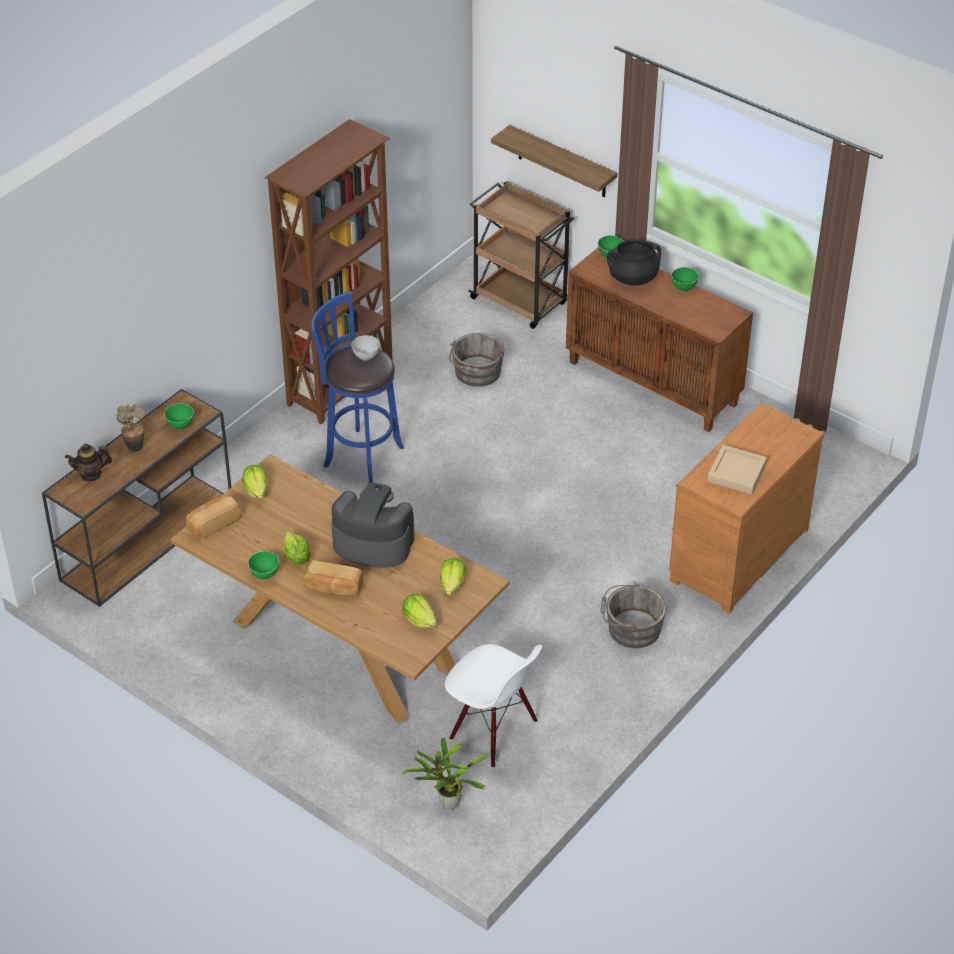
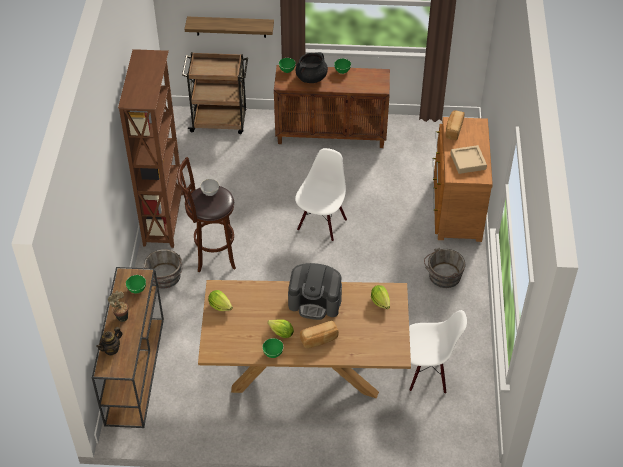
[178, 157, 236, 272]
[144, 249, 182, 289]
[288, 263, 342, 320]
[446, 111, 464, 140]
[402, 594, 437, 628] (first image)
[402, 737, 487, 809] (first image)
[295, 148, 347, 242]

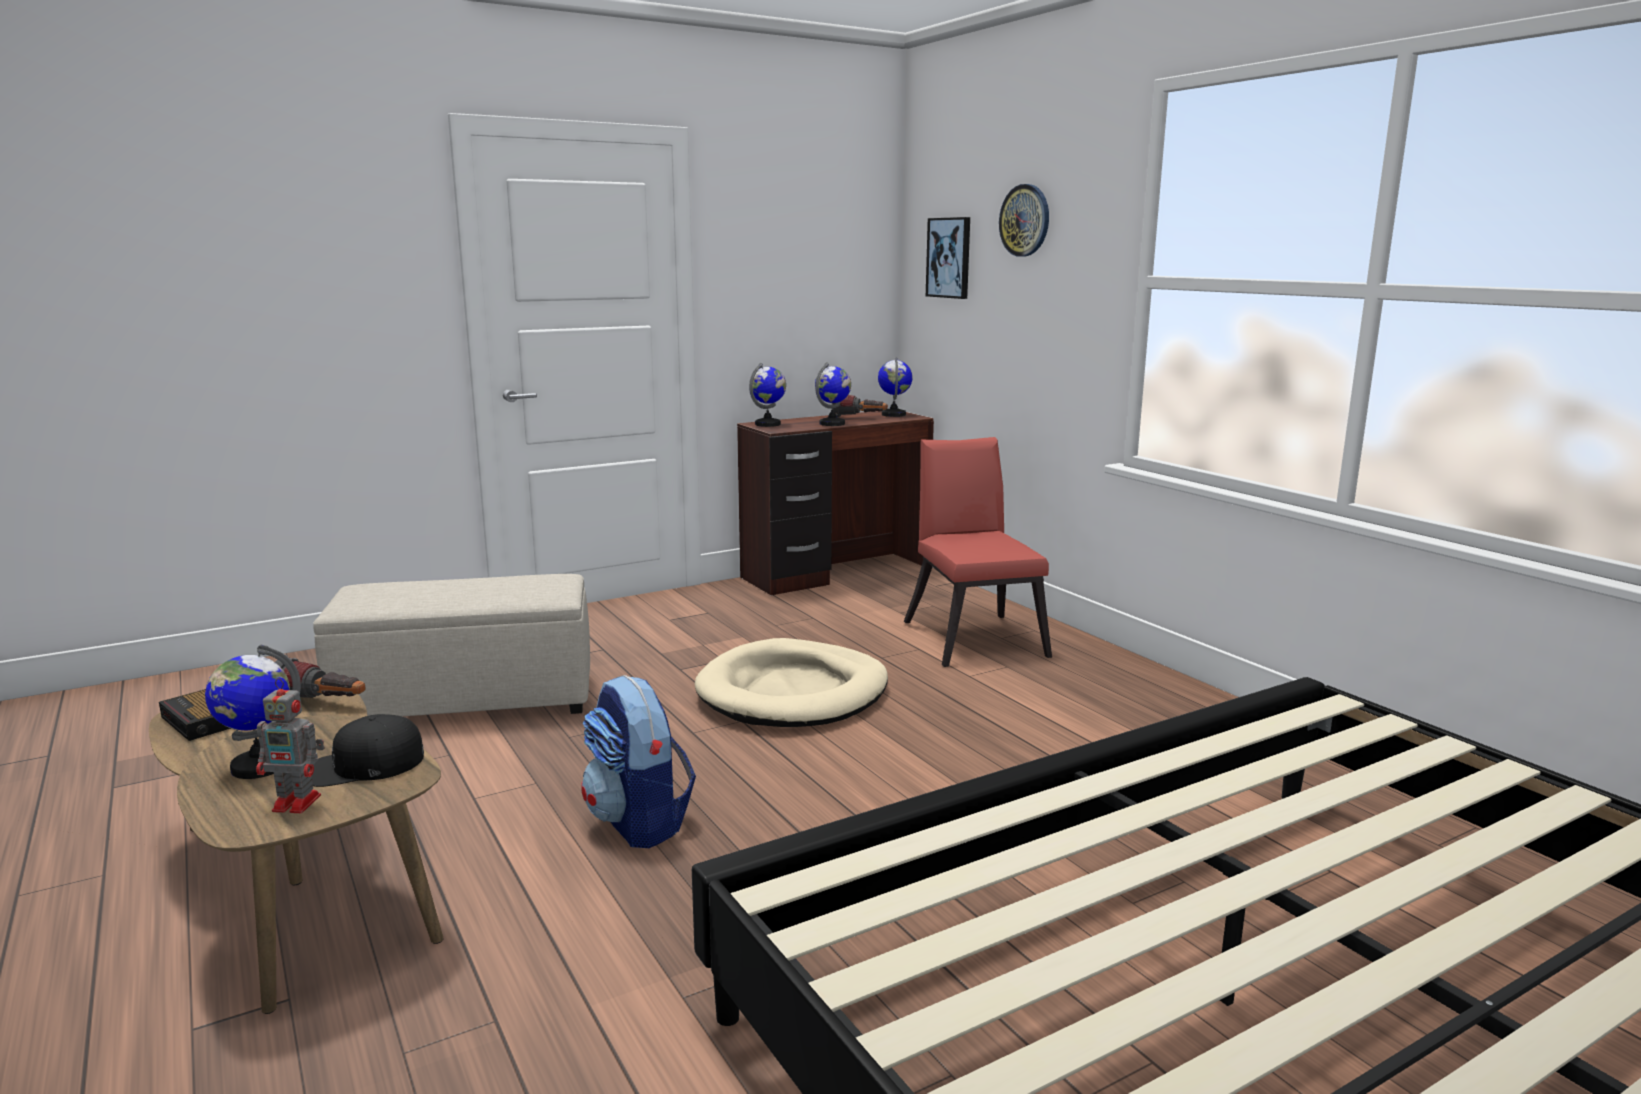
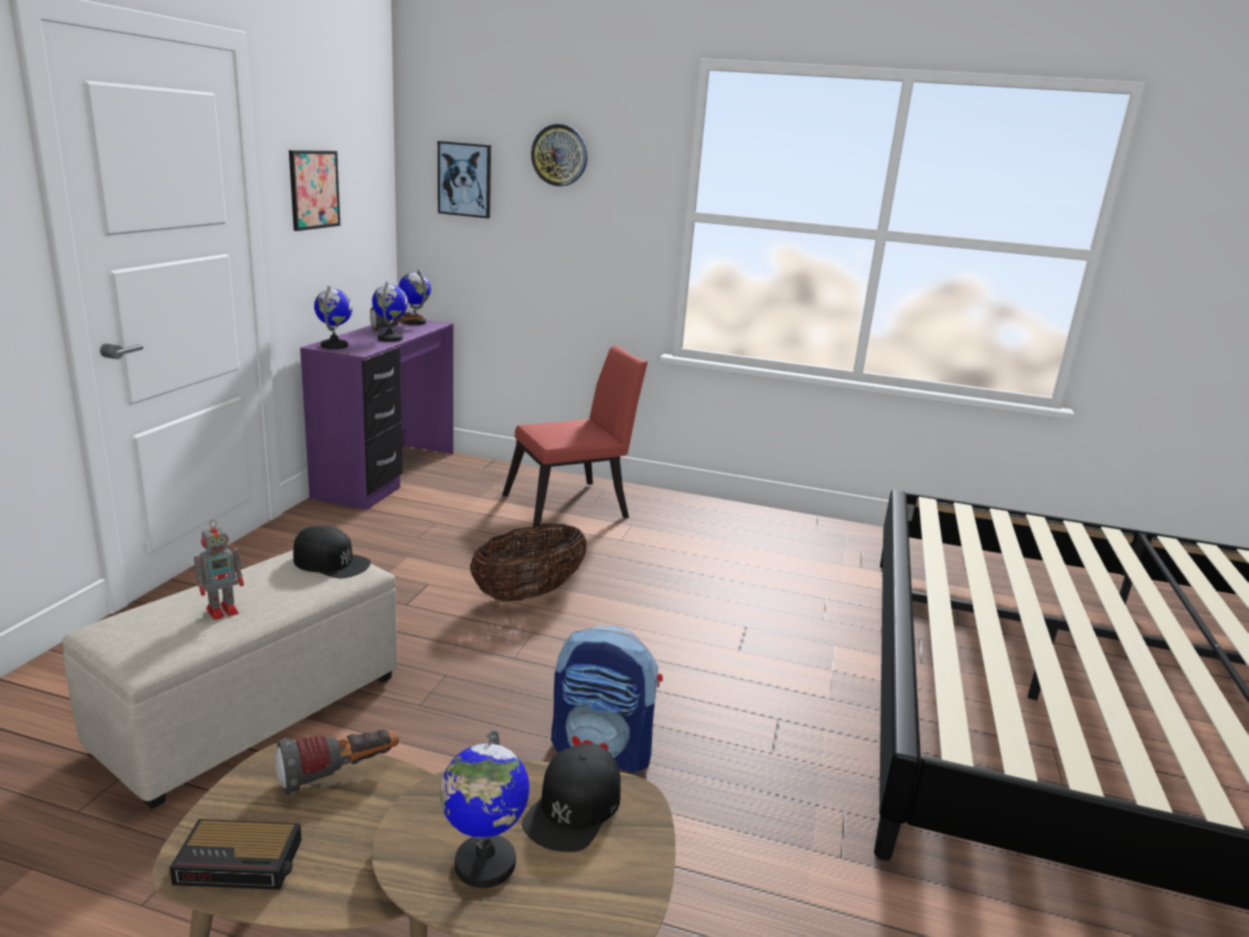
[300, 320, 454, 510]
[502, 345, 648, 530]
[470, 524, 587, 602]
[194, 520, 244, 620]
[289, 150, 340, 231]
[293, 526, 371, 578]

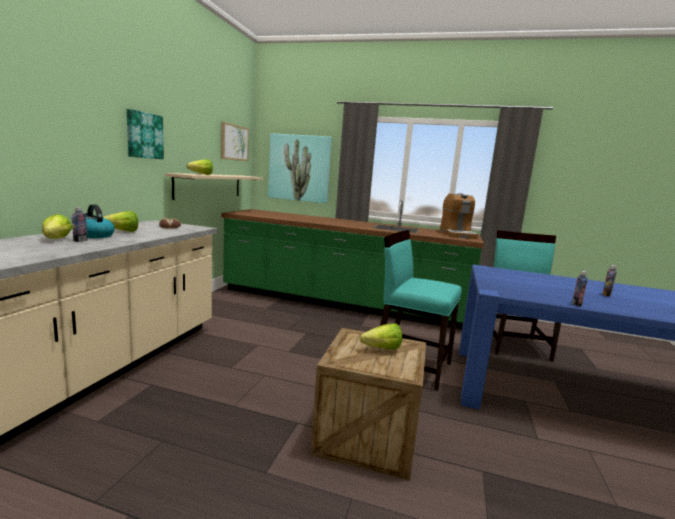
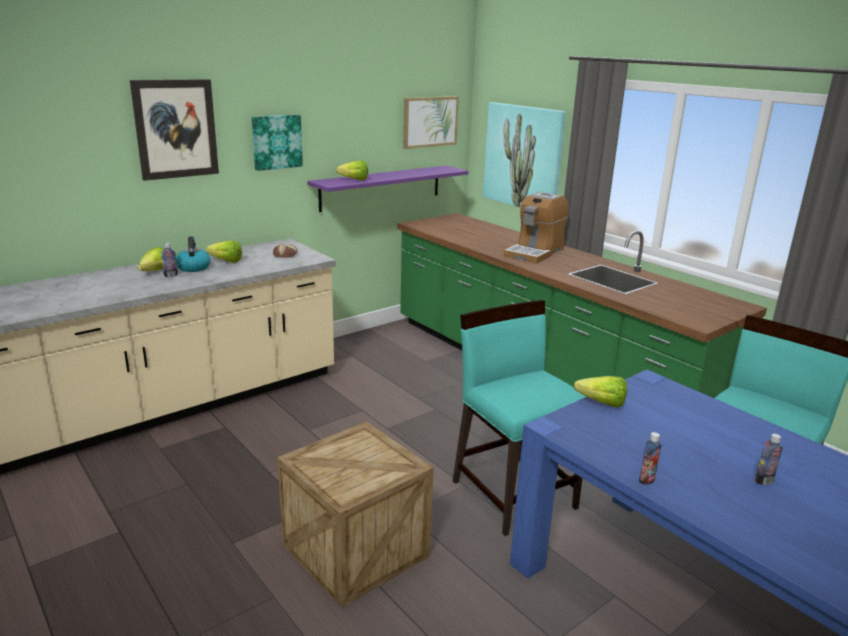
[307, 166, 469, 212]
[504, 192, 569, 264]
[574, 376, 627, 408]
[130, 79, 219, 181]

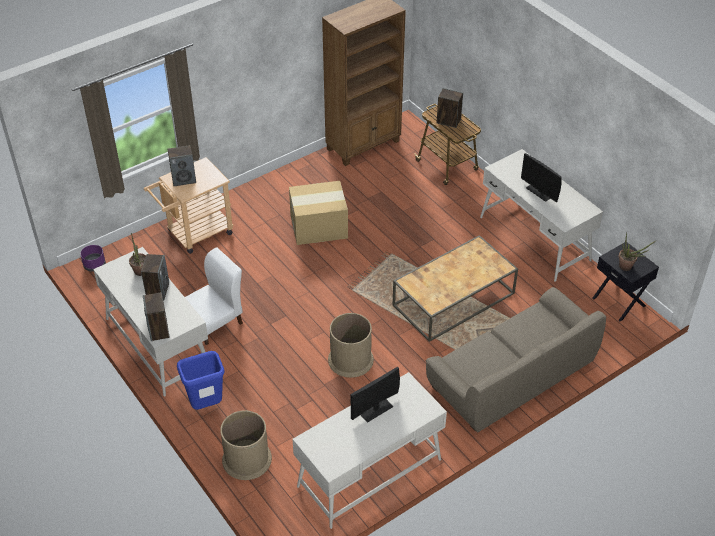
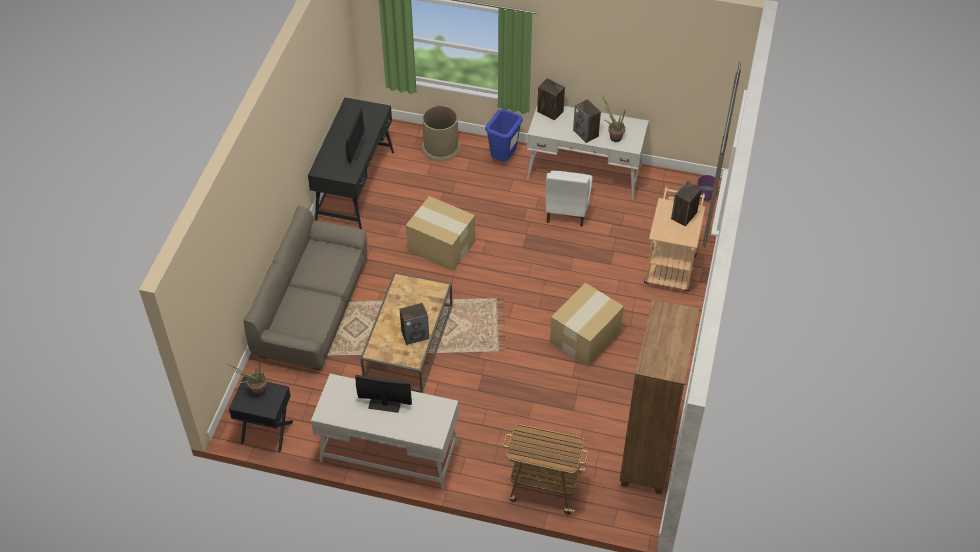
[400, 303, 429, 345]
[406, 196, 475, 271]
[308, 98, 394, 229]

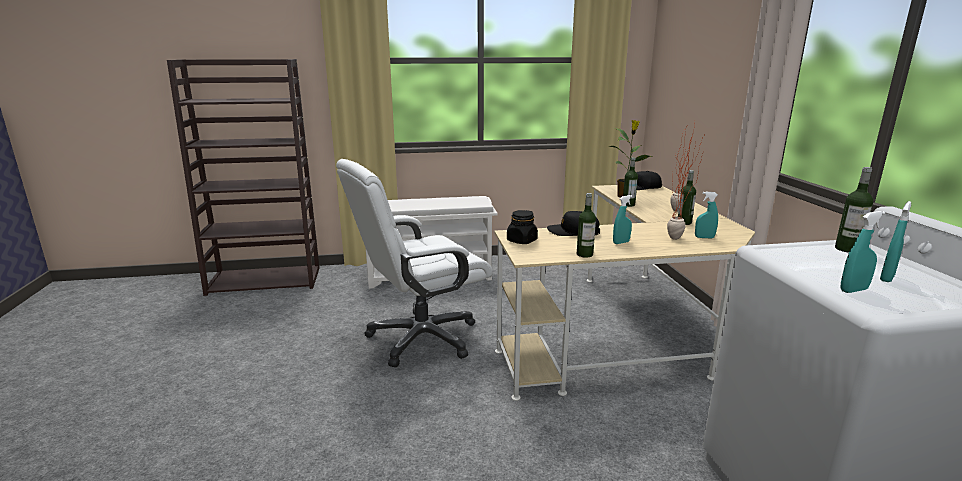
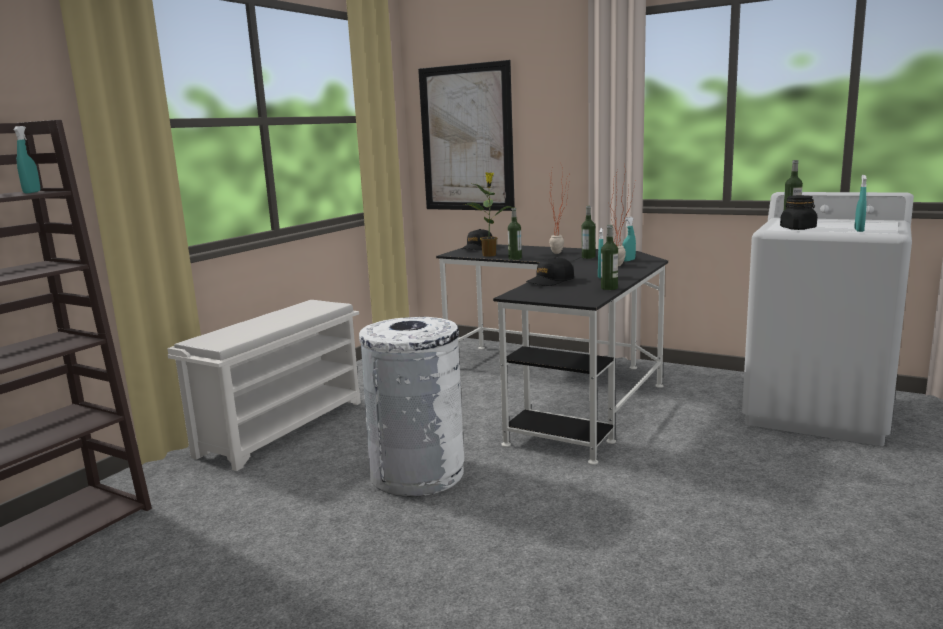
[359, 317, 464, 497]
[436, 244, 668, 465]
[13, 126, 40, 193]
[780, 195, 817, 230]
[418, 60, 515, 211]

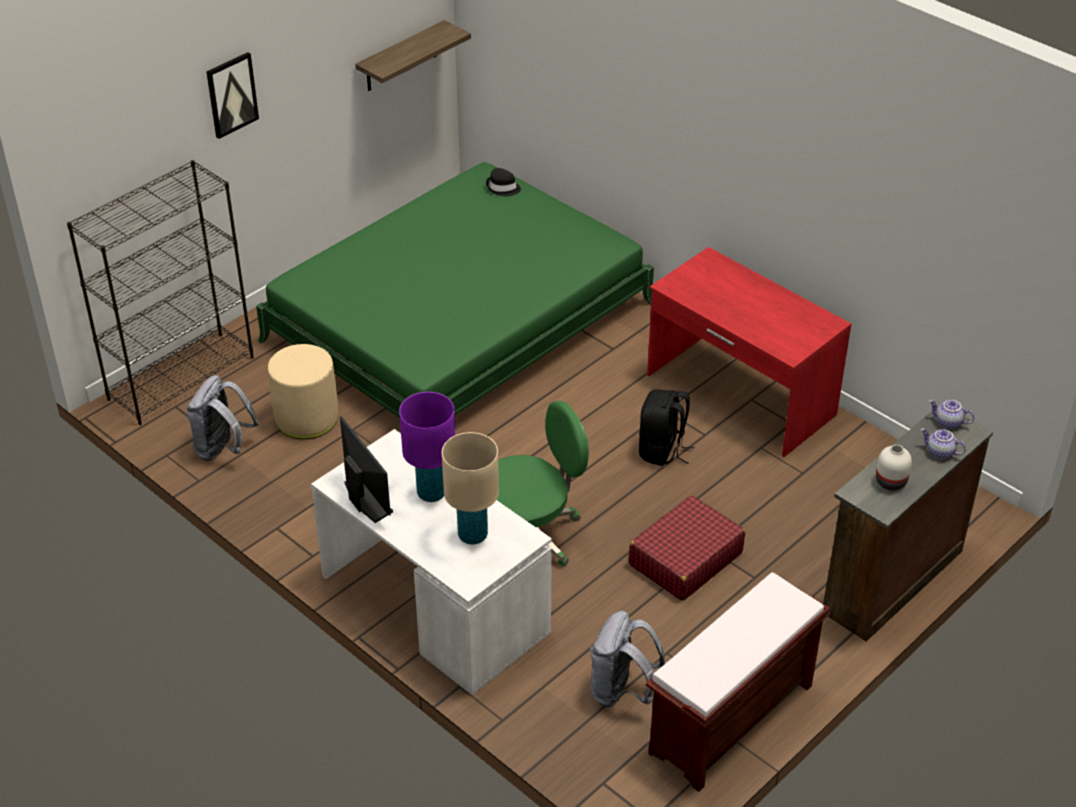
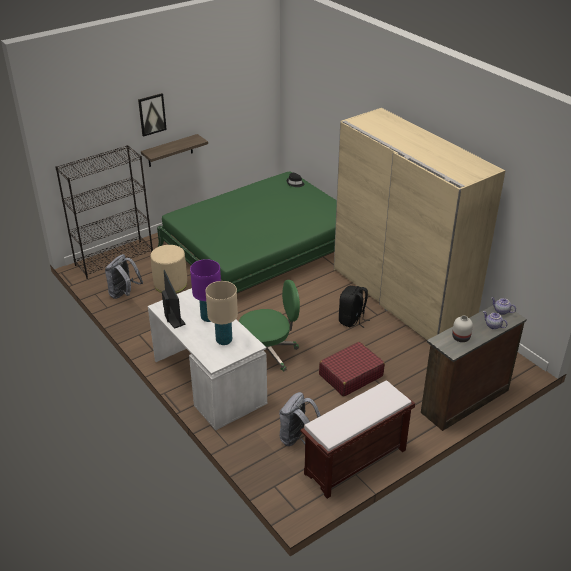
[141, 134, 208, 167]
[334, 108, 506, 340]

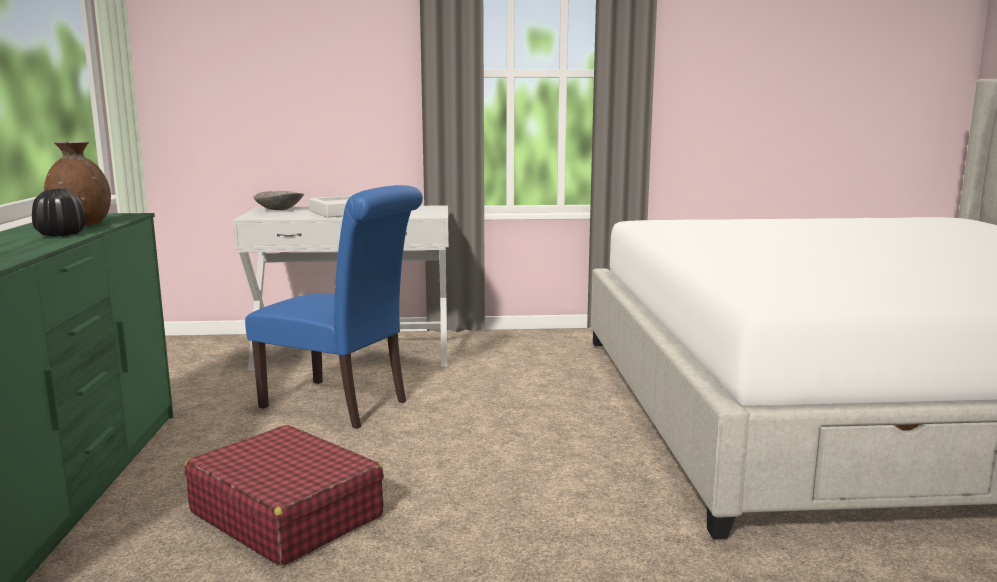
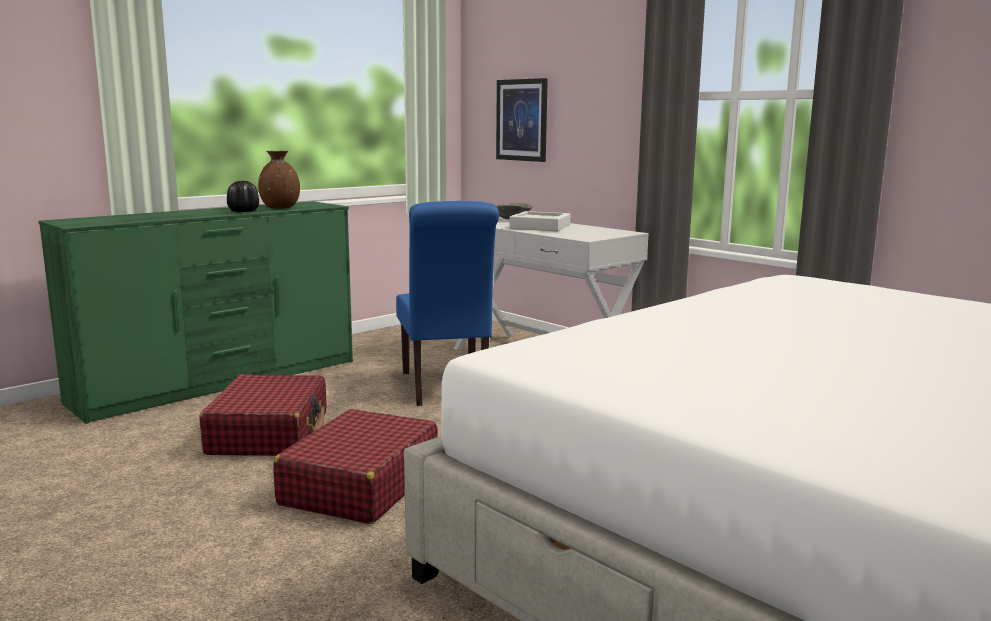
[496, 78, 548, 162]
[273, 409, 438, 524]

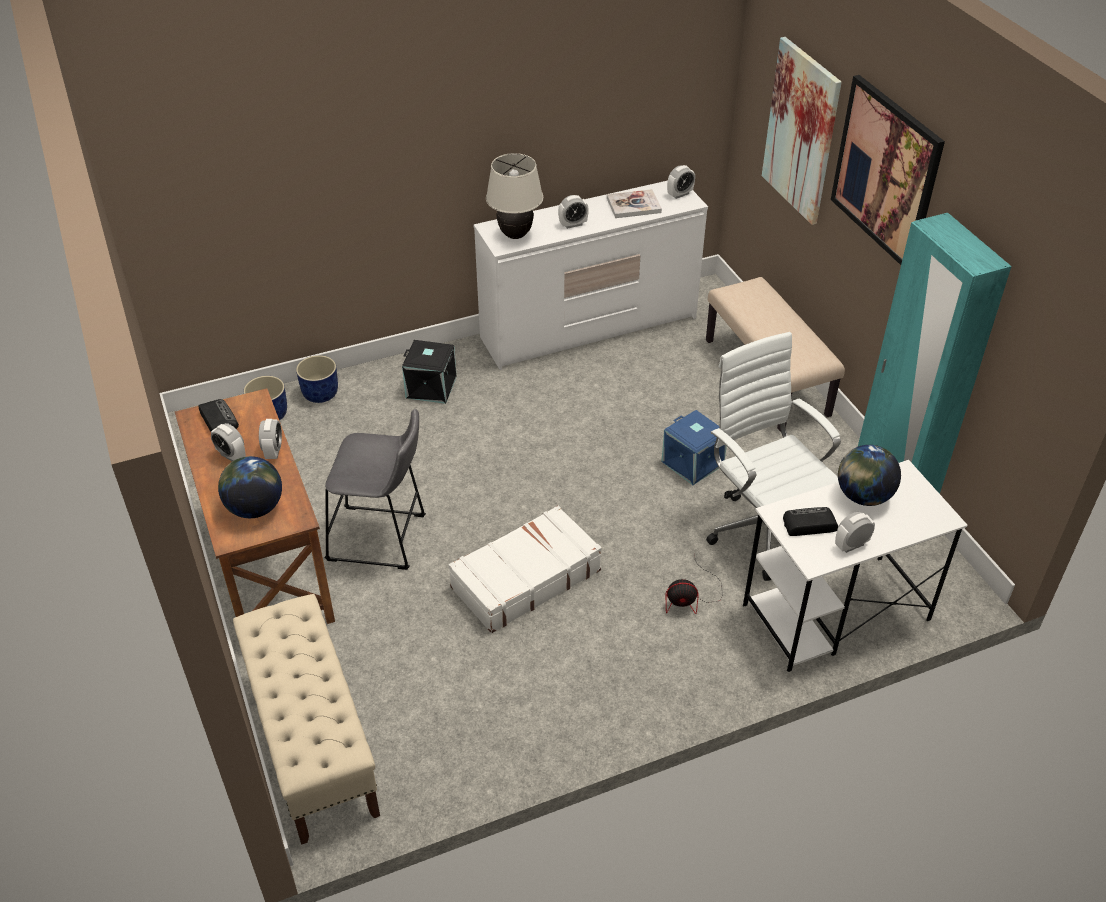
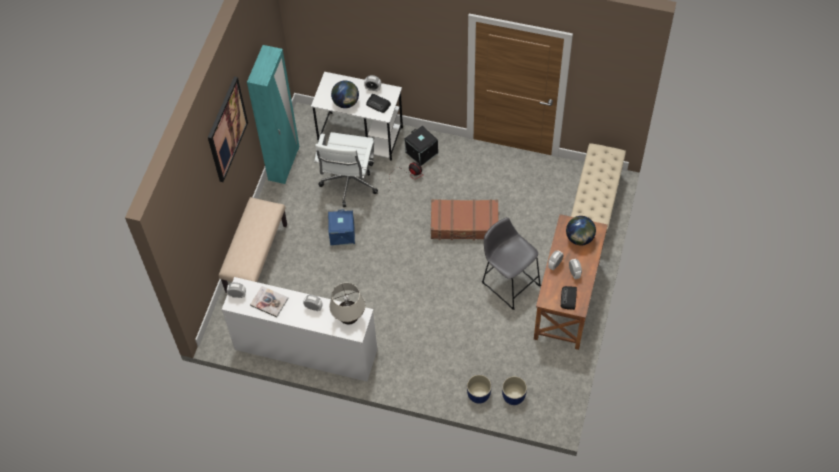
[762, 37, 842, 225] (first image)
[404, 126, 438, 166]
[431, 199, 498, 240]

